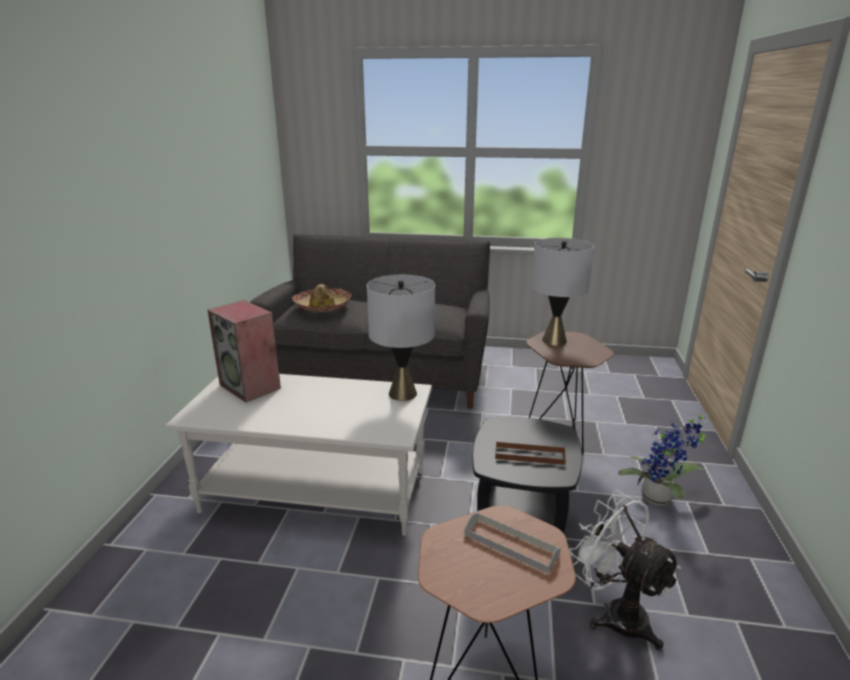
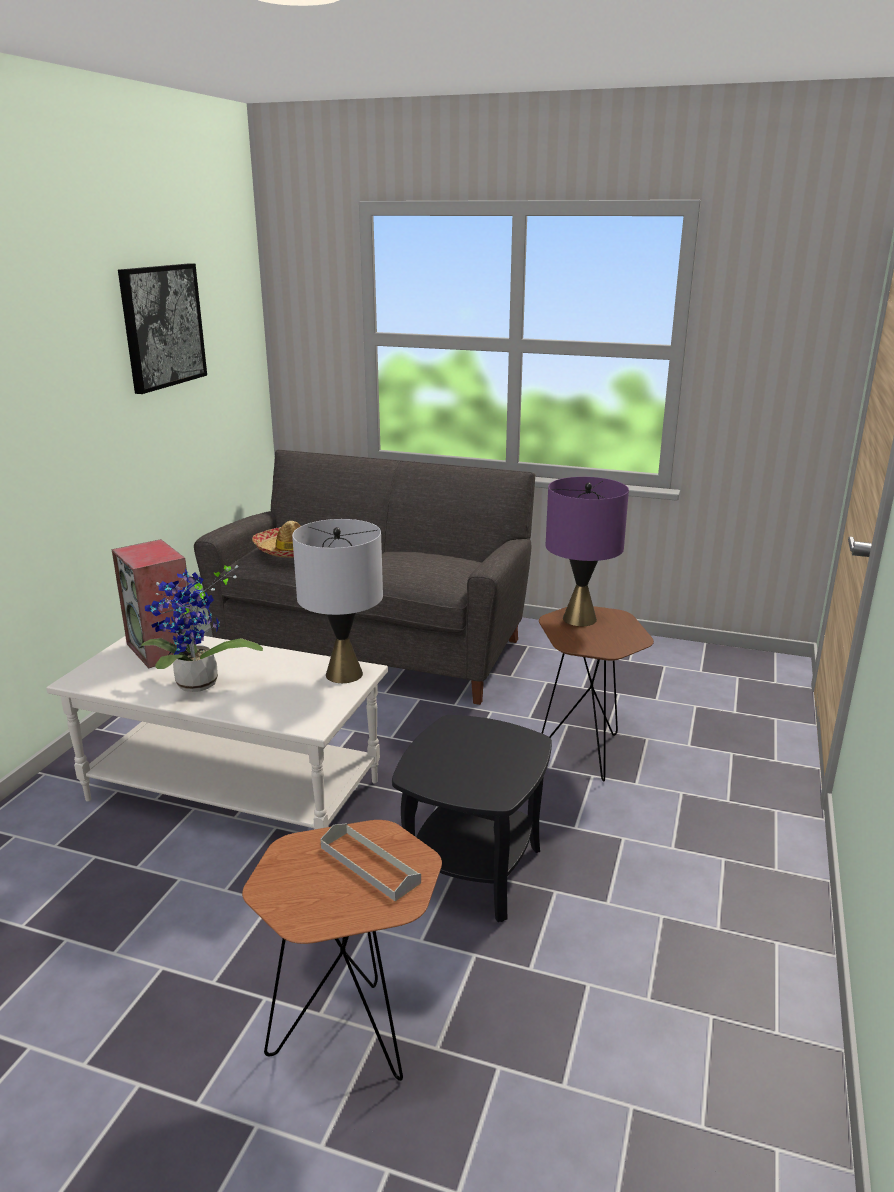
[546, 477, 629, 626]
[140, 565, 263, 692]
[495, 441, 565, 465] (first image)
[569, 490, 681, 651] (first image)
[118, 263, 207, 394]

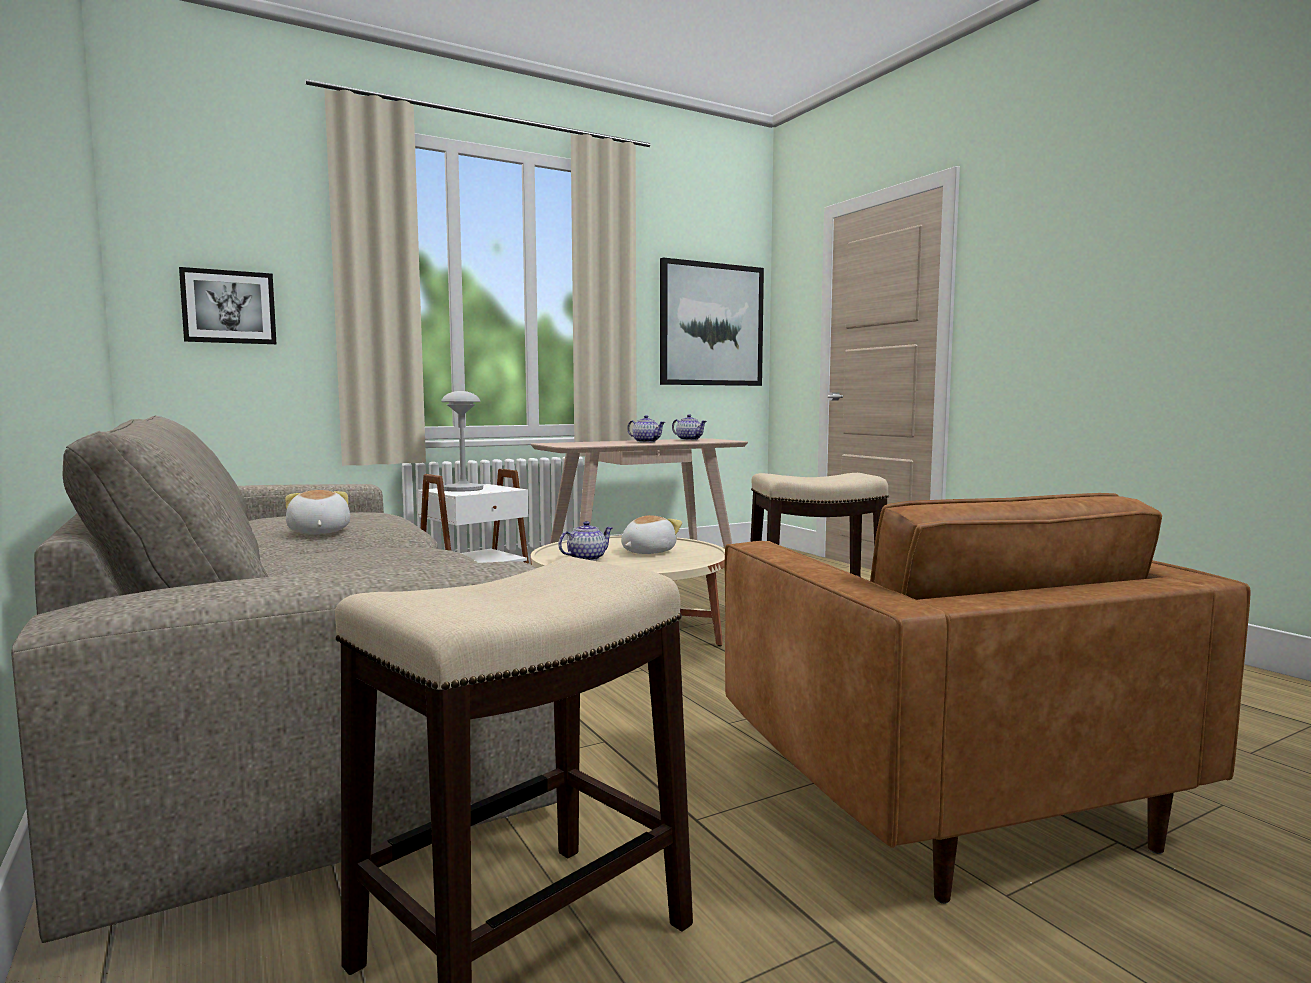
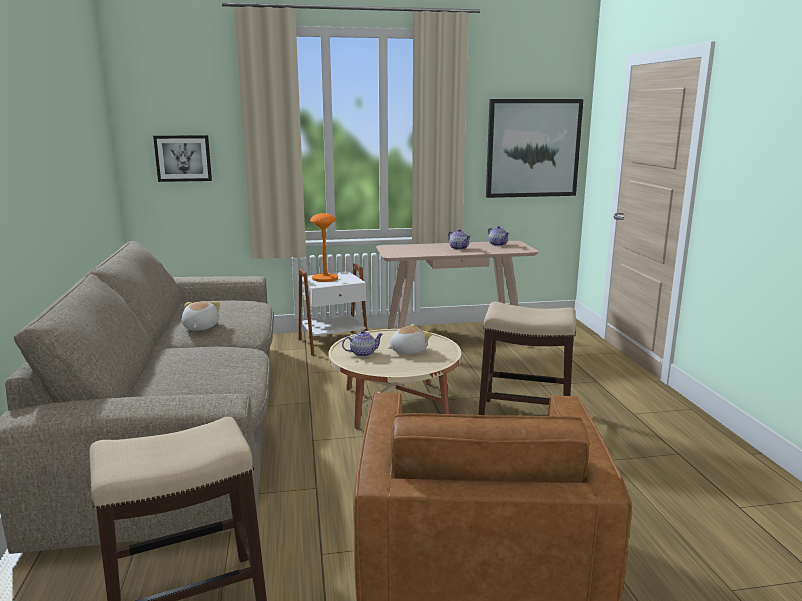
[310, 213, 338, 282]

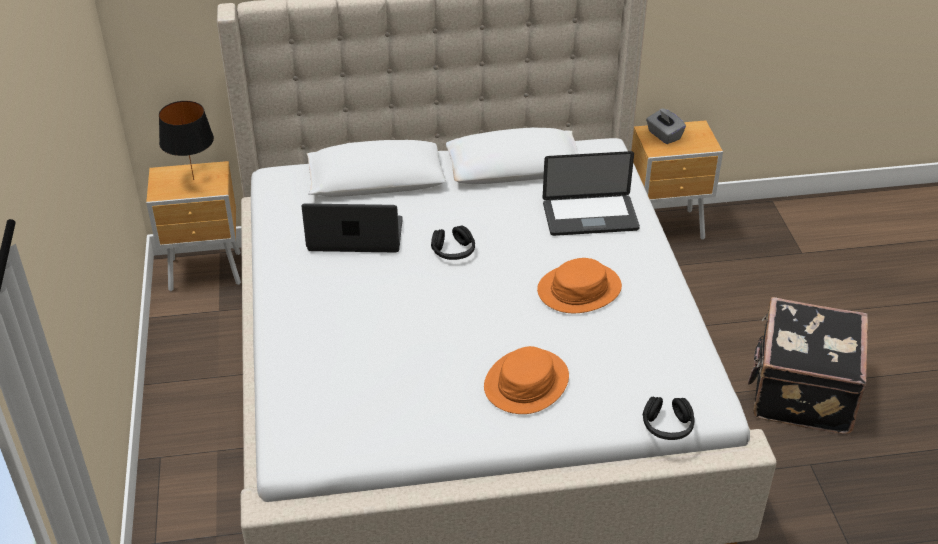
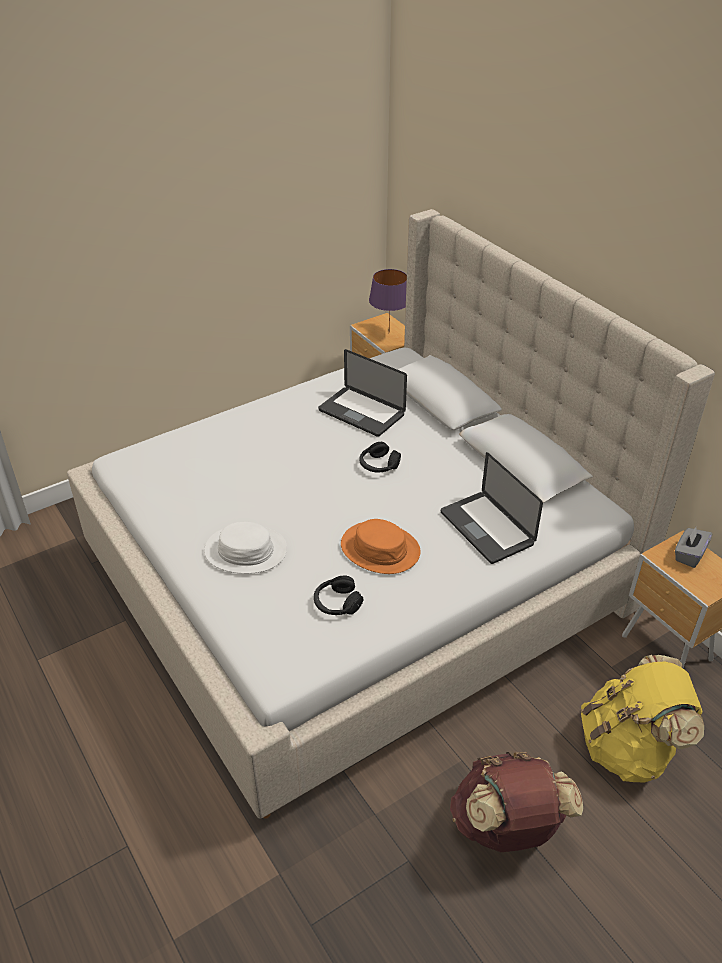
[369, 269, 407, 326]
[318, 349, 407, 437]
[450, 751, 583, 852]
[204, 522, 287, 574]
[314, 575, 363, 615]
[581, 655, 704, 783]

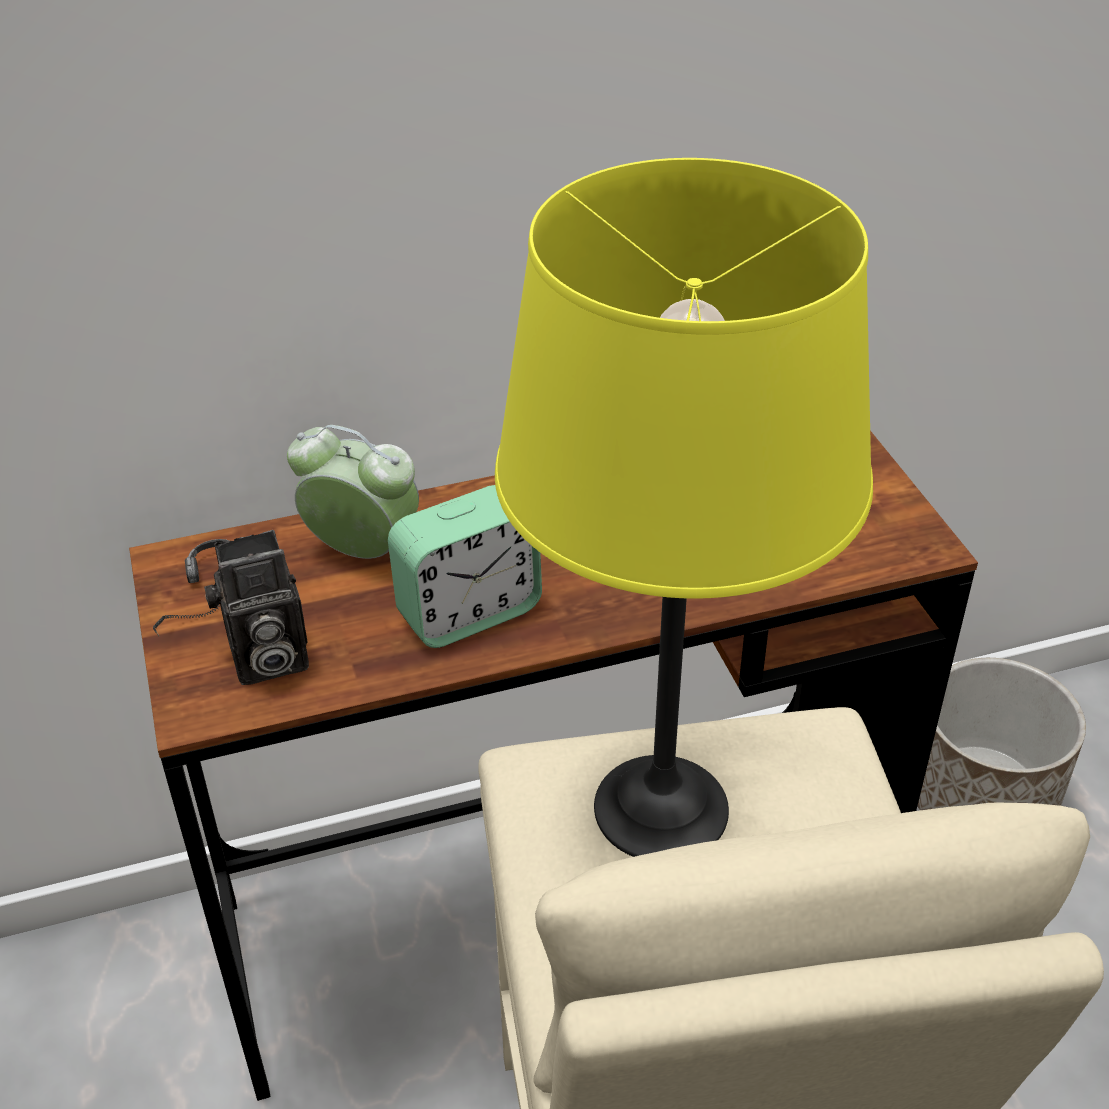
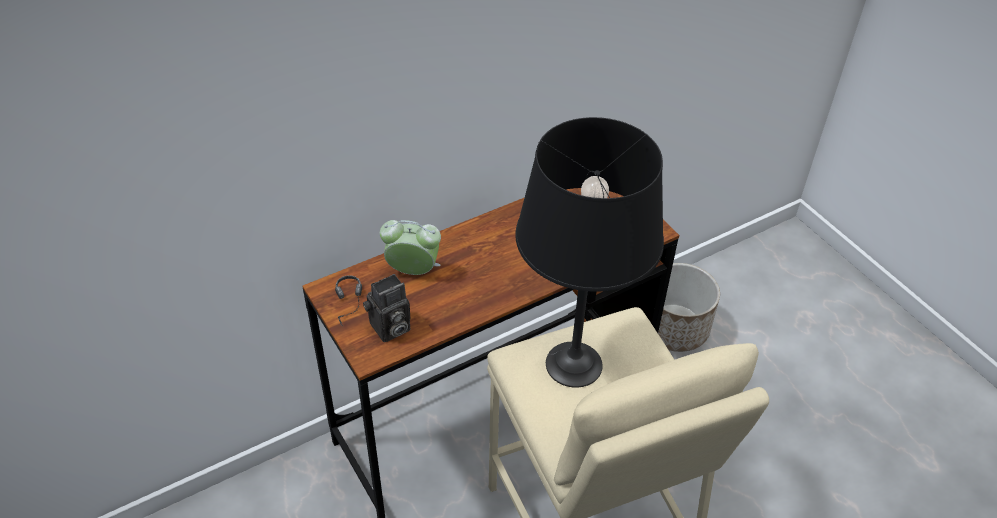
[515, 117, 664, 388]
[388, 485, 542, 648] (first image)

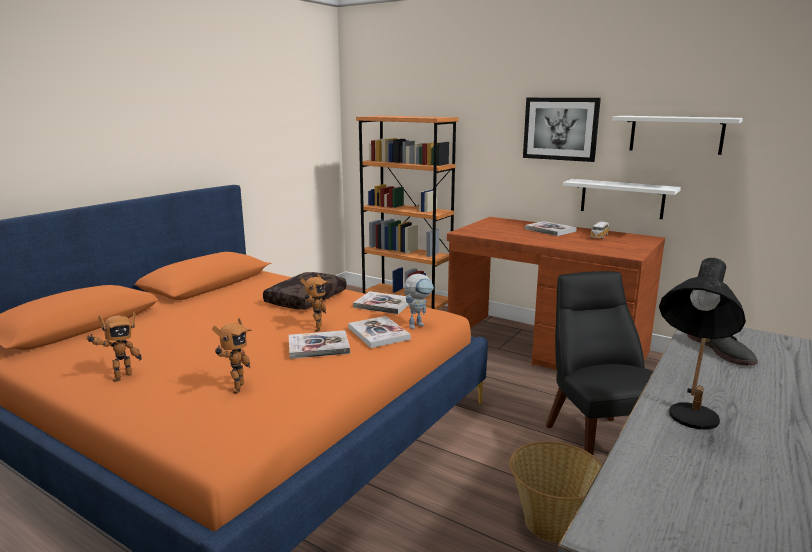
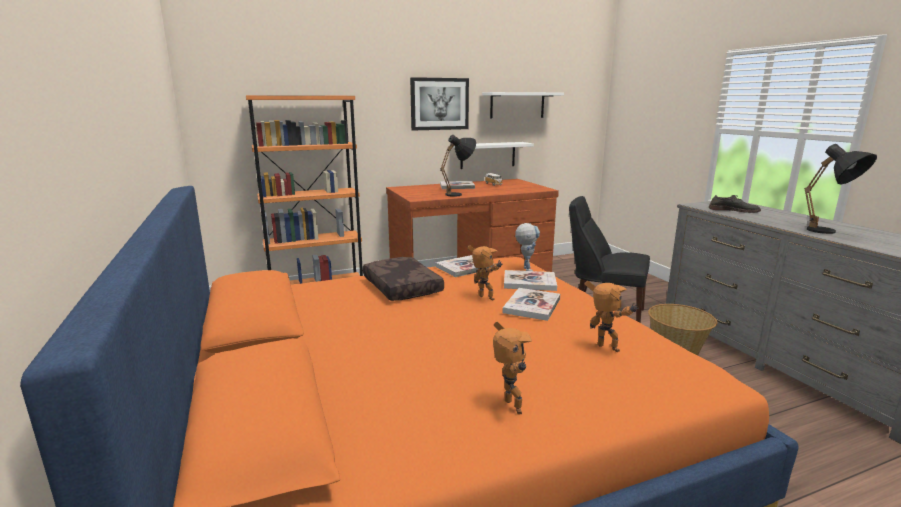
[440, 135, 476, 197]

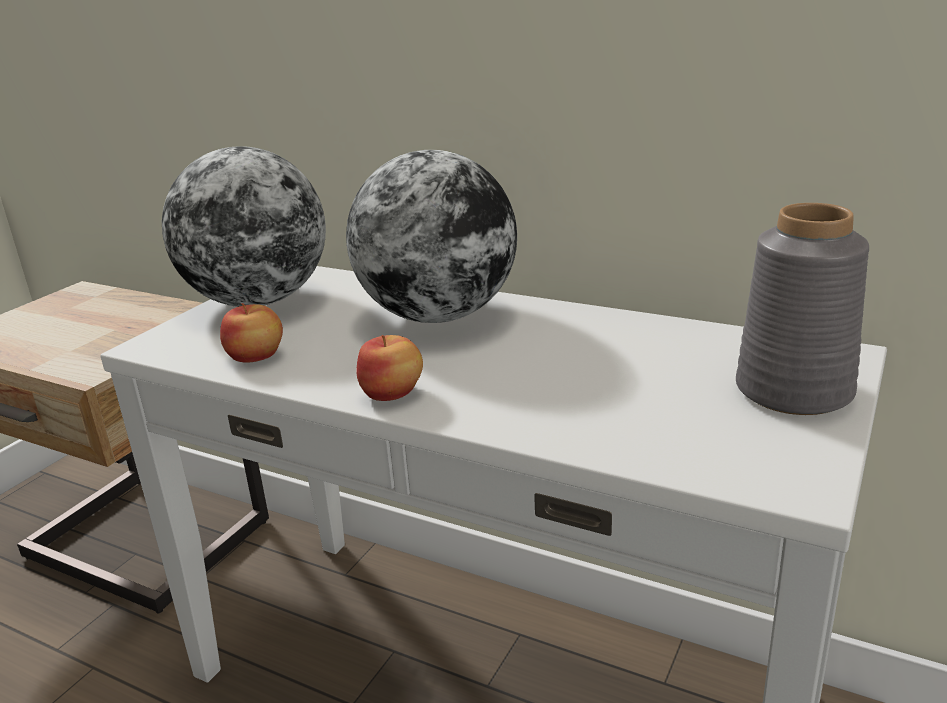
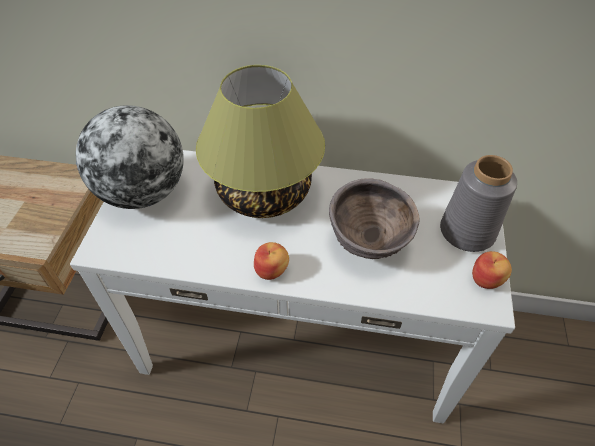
[196, 65, 325, 218]
[472, 251, 512, 289]
[329, 178, 420, 259]

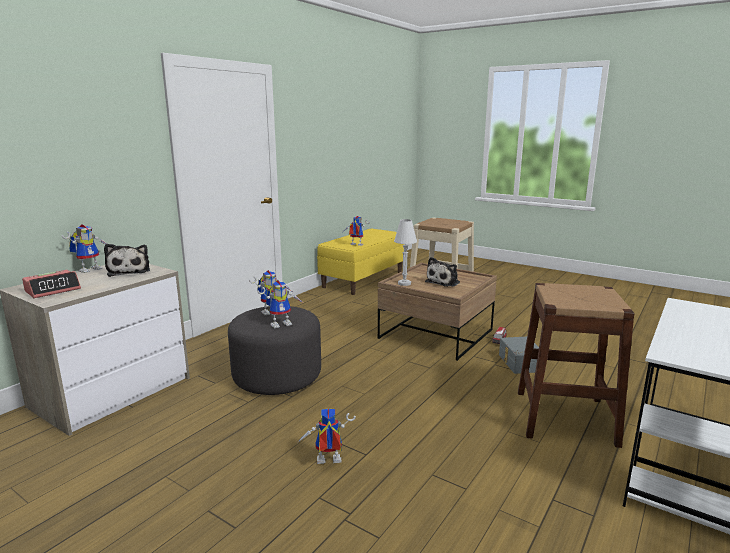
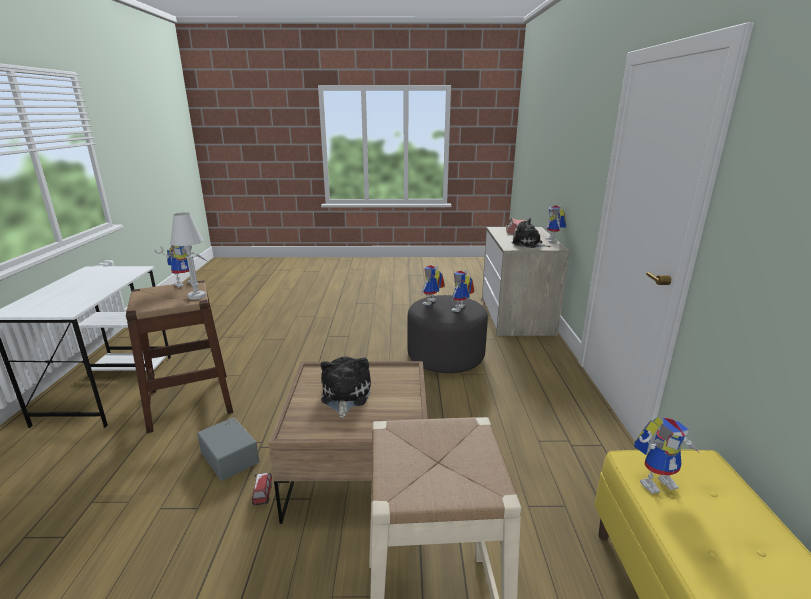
[170, 212, 206, 300]
[155, 245, 207, 287]

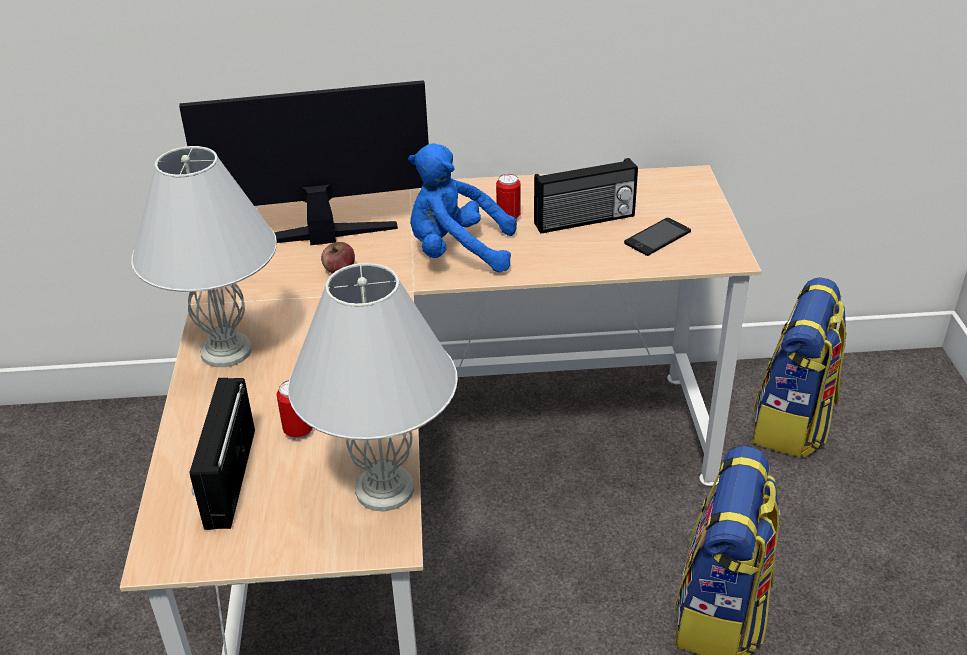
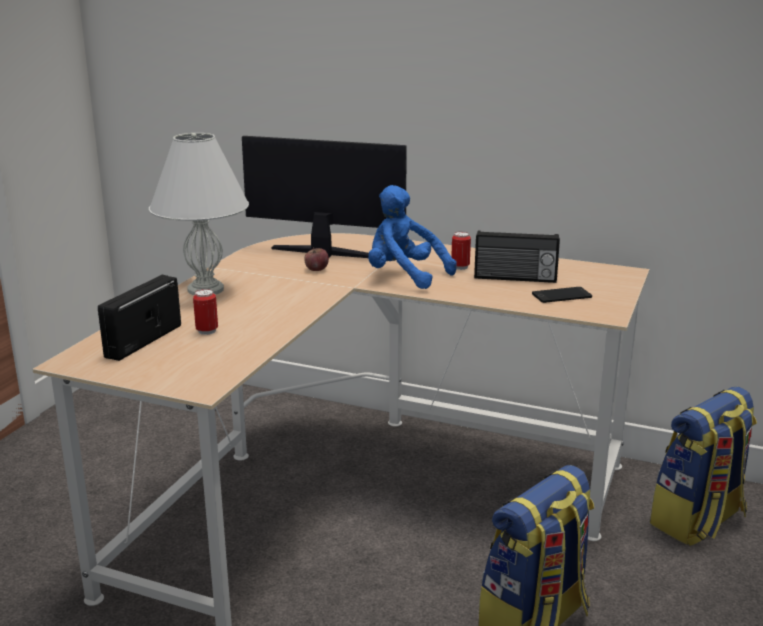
[288, 263, 458, 512] (first image)

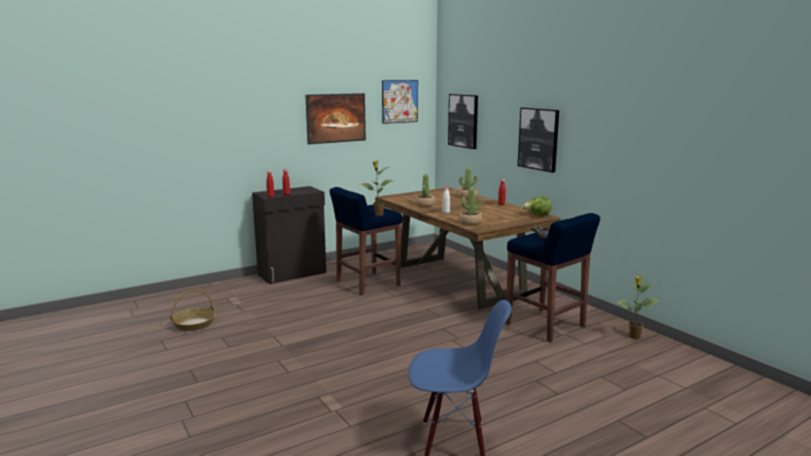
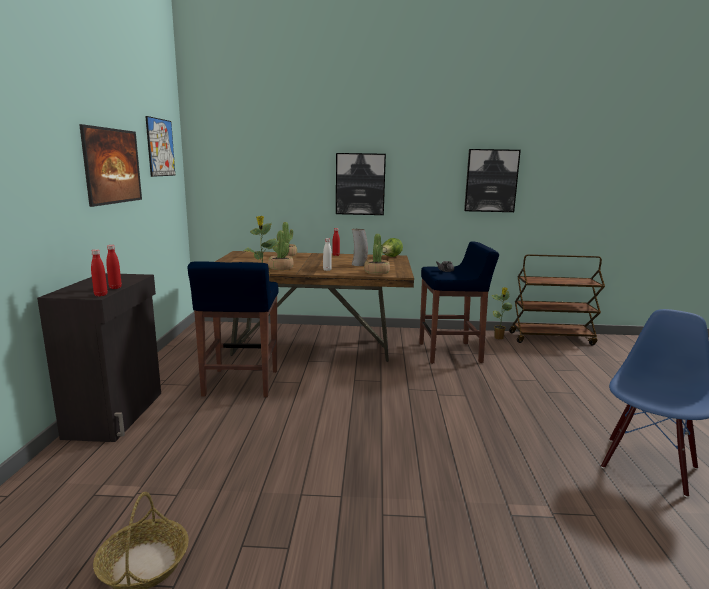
[464, 149, 521, 212]
[352, 229, 368, 266]
[509, 254, 605, 346]

